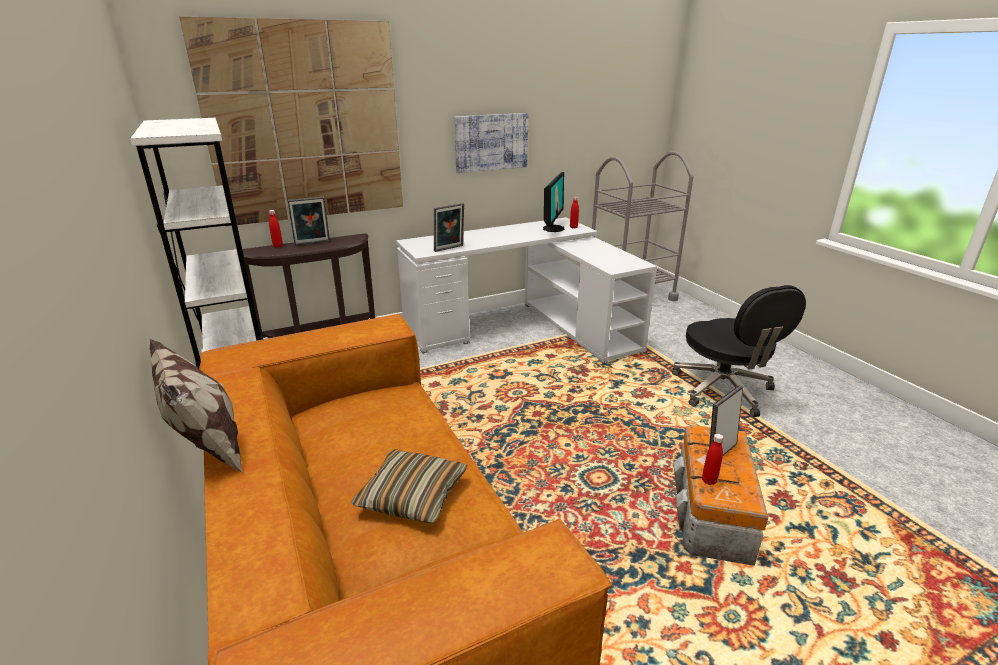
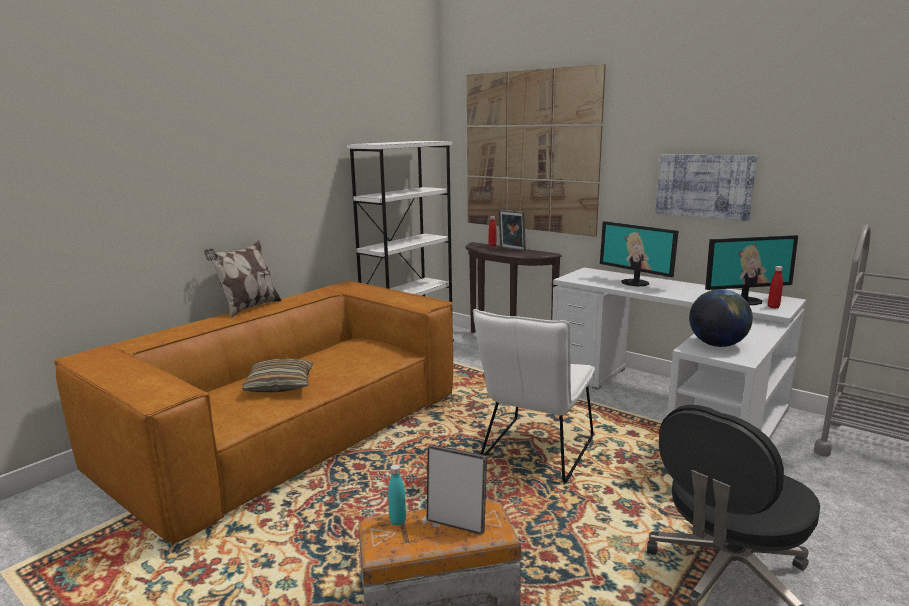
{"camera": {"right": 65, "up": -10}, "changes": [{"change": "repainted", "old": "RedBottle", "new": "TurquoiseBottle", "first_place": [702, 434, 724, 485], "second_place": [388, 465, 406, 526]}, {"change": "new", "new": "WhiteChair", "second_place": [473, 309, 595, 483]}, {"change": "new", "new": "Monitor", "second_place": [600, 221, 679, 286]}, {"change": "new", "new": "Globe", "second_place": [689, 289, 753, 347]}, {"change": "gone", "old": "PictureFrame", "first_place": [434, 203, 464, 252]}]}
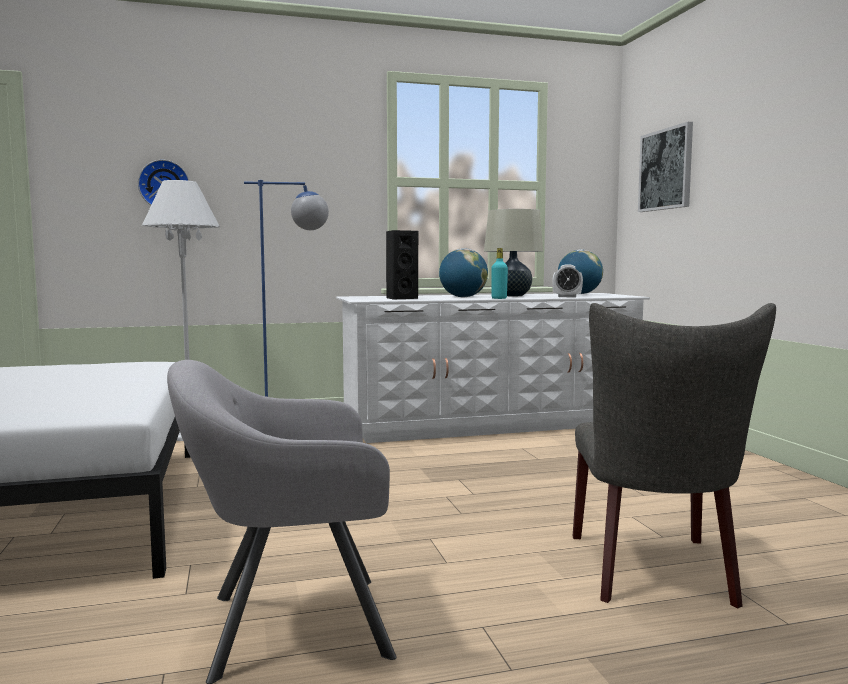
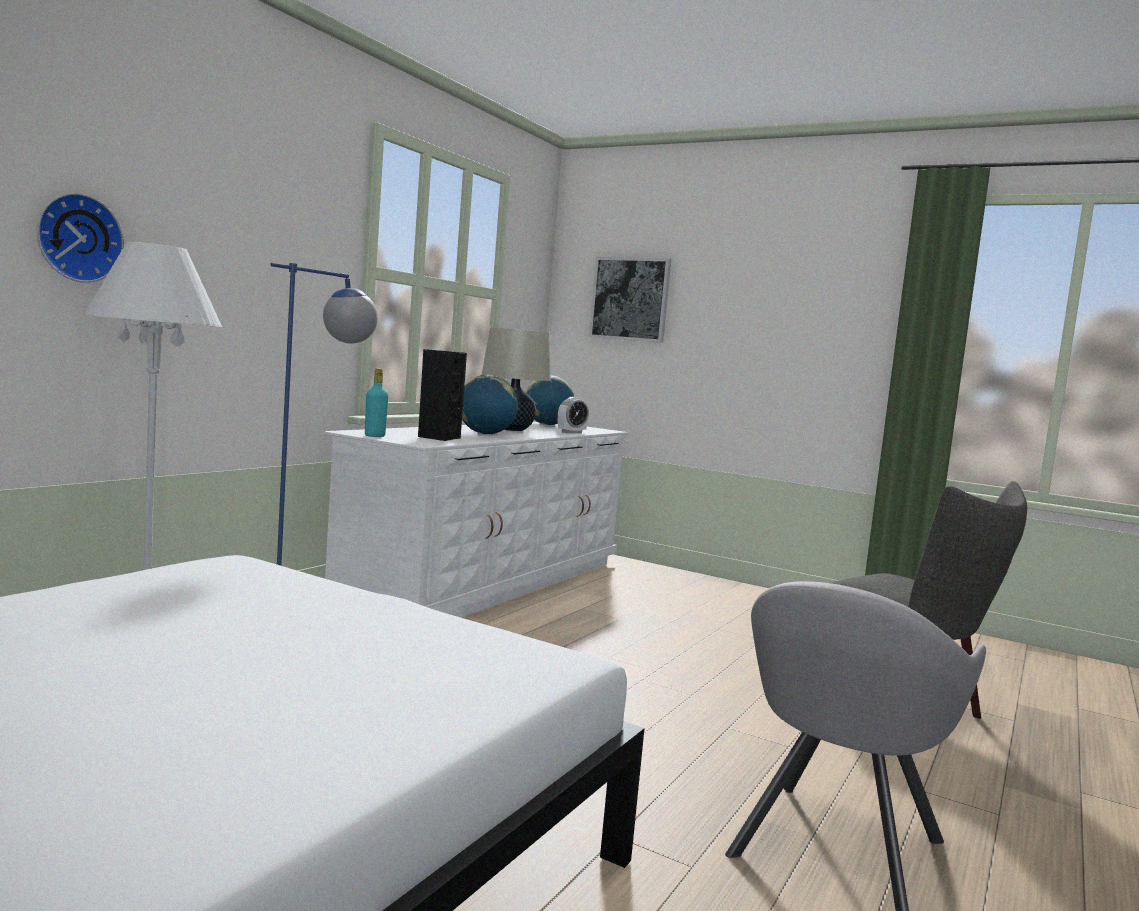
{"camera": {"right": -45, "up": 0}, "changes": [{"change": "shifted", "old": "TurquoiseBottle", "first_place": [491, 248, 508, 299], "second_place": [365, 368, 388, 437]}]}
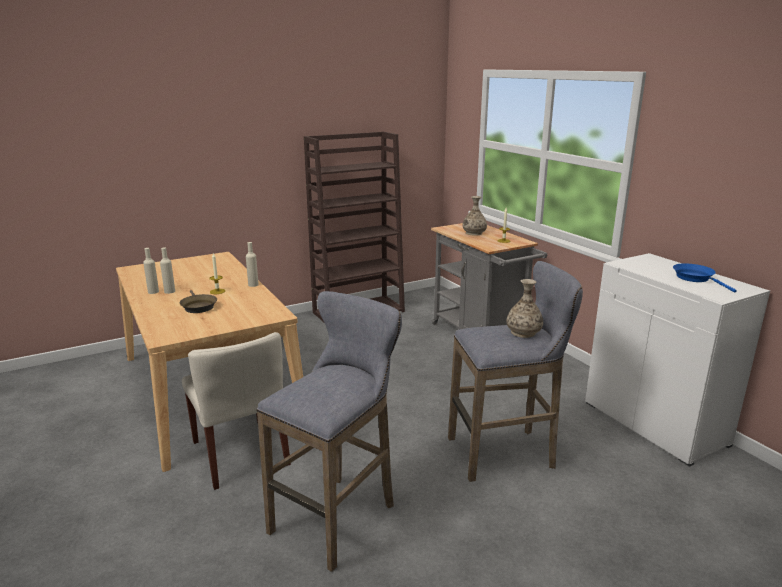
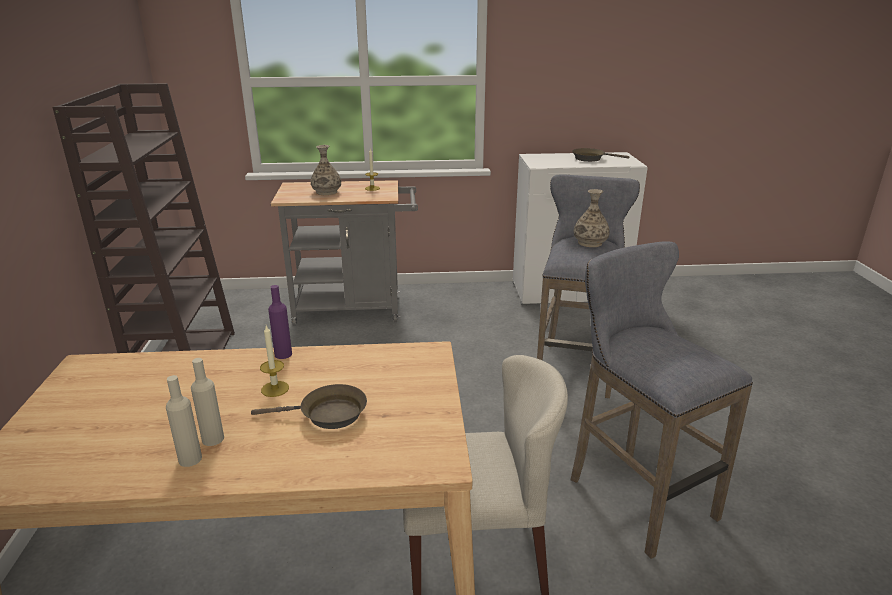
{"camera": {"right": -65, "up": 5}, "changes": [{"change": "repainted", "old": "BeigeBottle", "new": "PurpleBottle", "first_place": [246, 242, 259, 287], "second_place": [268, 285, 292, 359]}, {"change": "repainted", "old": "BlueFryingPan", "new": "BrownFryingPan", "first_place": [673, 263, 737, 293], "second_place": [572, 148, 629, 162]}]}
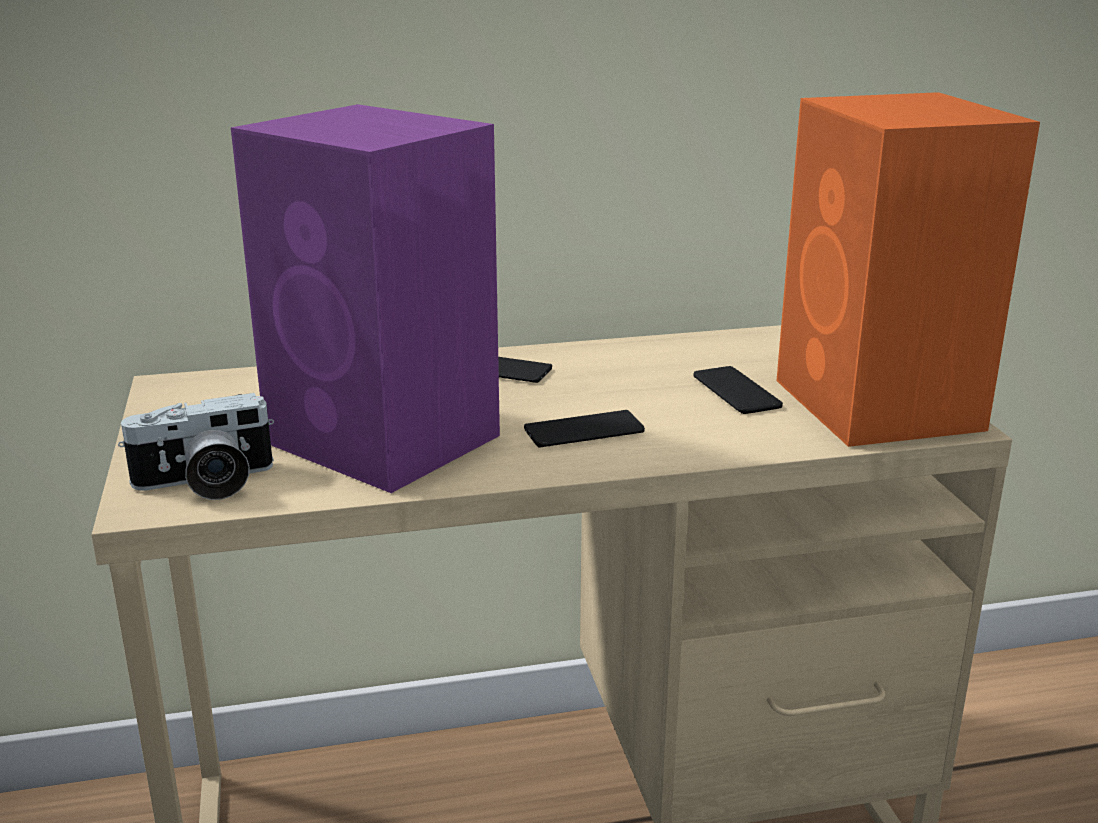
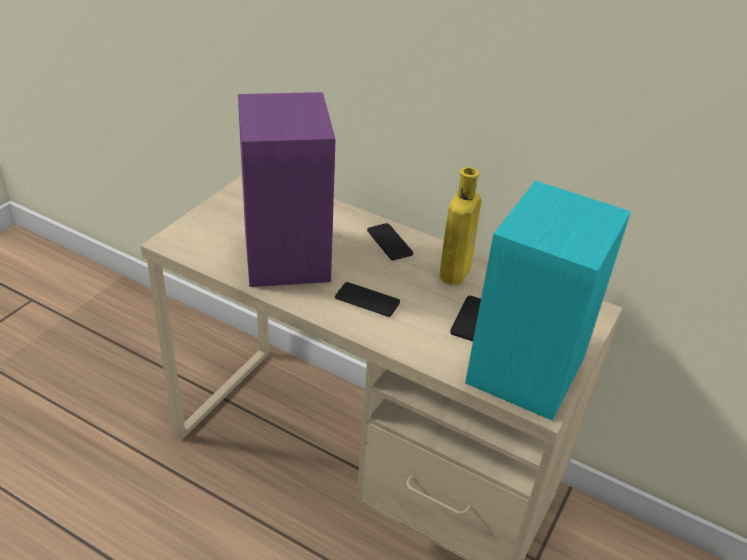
{"camera": {"right": 40, "up": 15}, "changes": [{"change": "new", "new": "YellowBottle", "second_place": [440, 167, 482, 285]}, {"change": "repainted", "old": "OrangeSpeaker", "new": "TurquoiseSpeaker", "first_place": [776, 92, 1040, 447], "second_place": [465, 181, 631, 421]}, {"change": "gone", "old": "PhotoCamera", "first_place": [118, 393, 274, 500]}]}
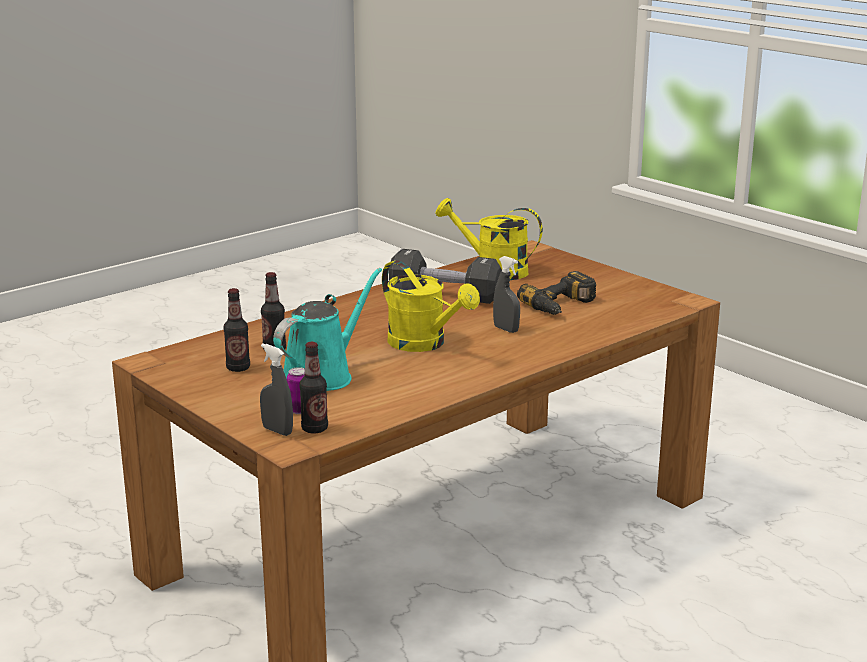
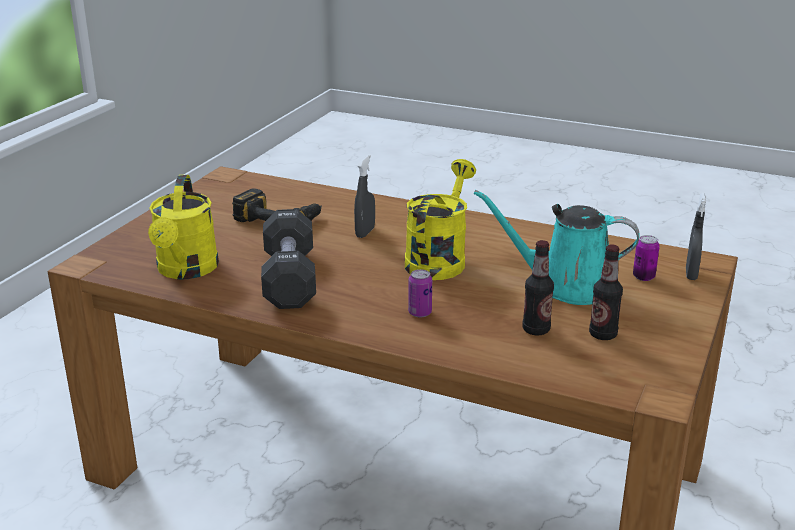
{"camera": {"right": -115, "up": 5}, "changes": [{"change": "new", "new": "Can", "second_place": [408, 269, 432, 318]}, {"change": "gone", "old": "Bottle", "first_place": [299, 342, 328, 433]}]}
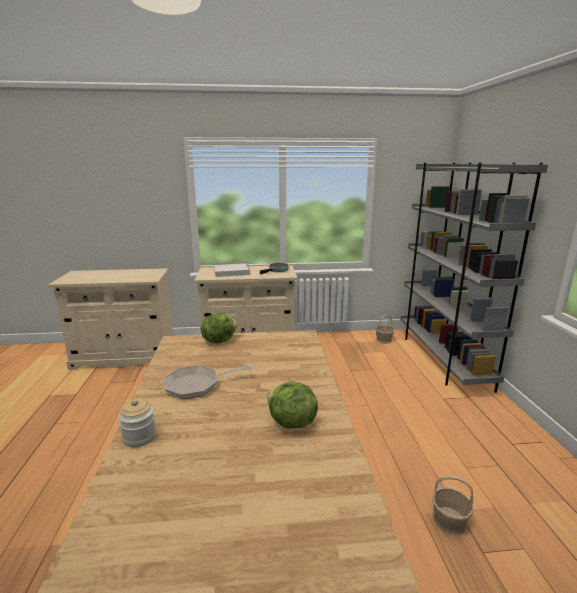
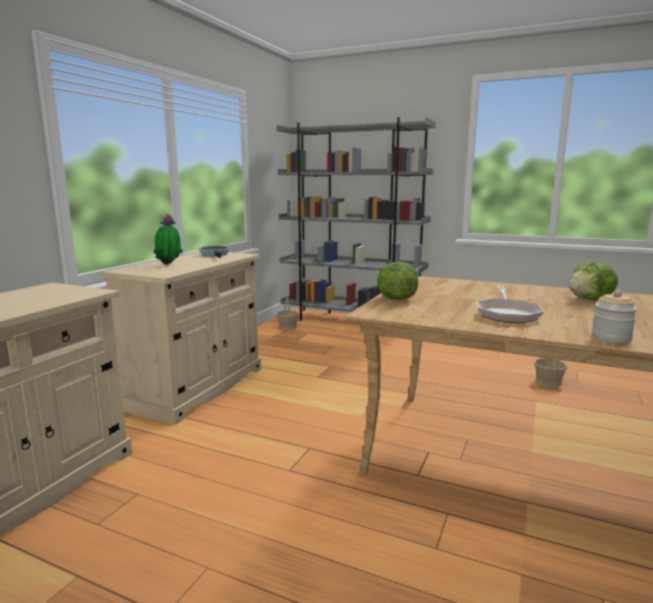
{"camera": {"right": -60, "up": -5}, "changes": [{"change": "swapped", "old": "WhiteTray", "new": "PottedPlant", "first_place": [214, 262, 250, 277], "second_place": [153, 214, 183, 265]}]}
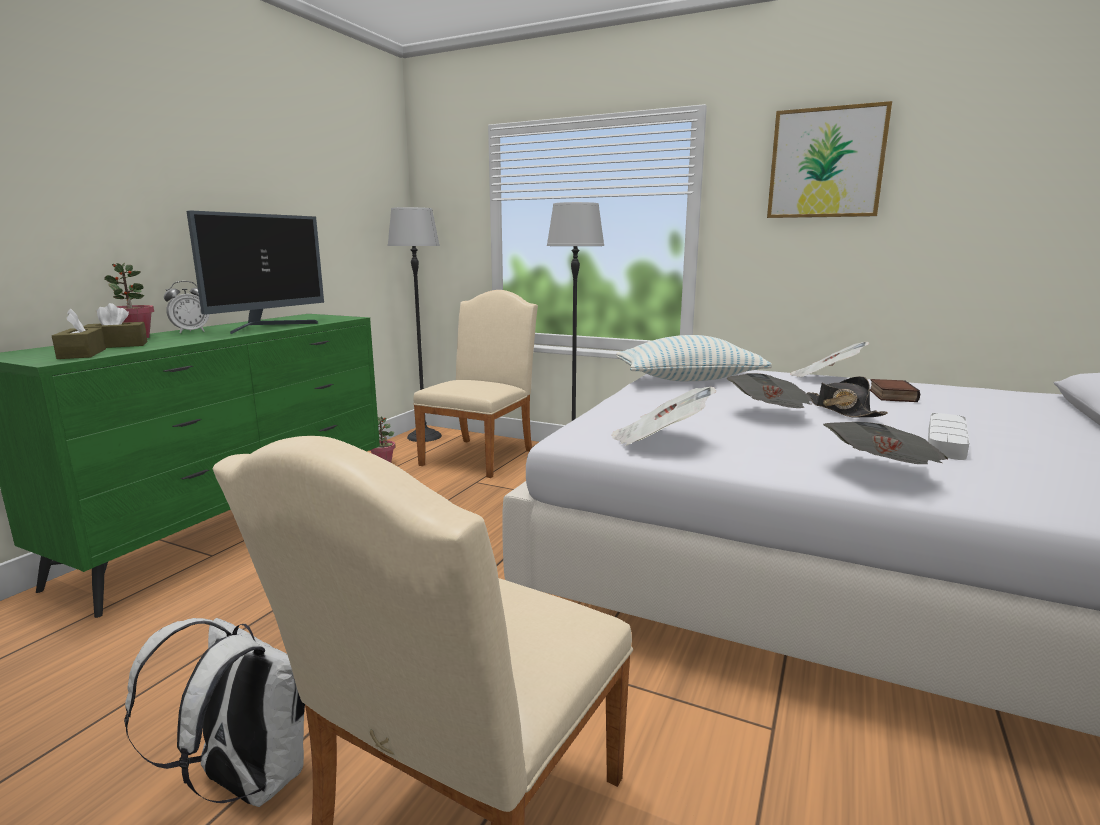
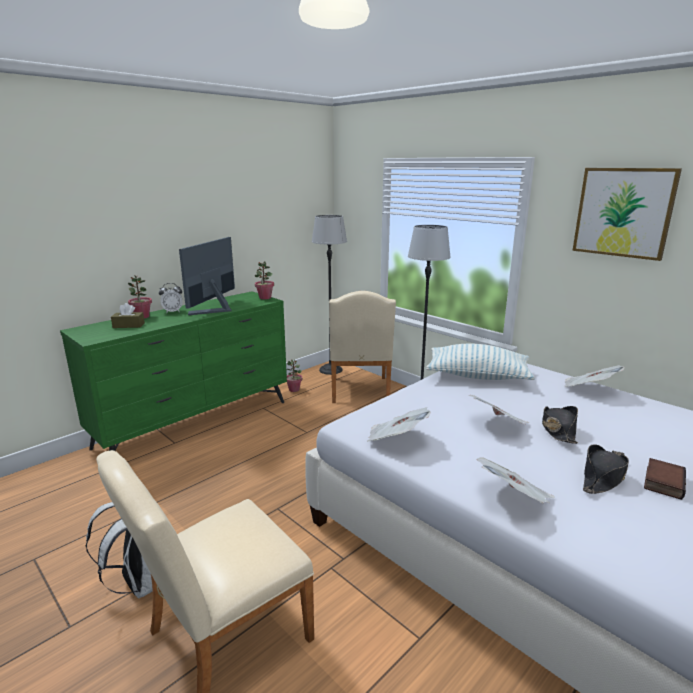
{"camera": {"right": 20, "up": 5}, "changes": [{"change": "rotated", "old": "Monitor", "first_place": [187, 210, 324, 334], "second_place": [179, 237, 235, 315], "degrees": 150}, {"change": "new", "new": "PottedPlant", "second_place": [255, 262, 274, 300]}, {"change": "rotated", "old": "BeigeChair", "first_place": [413, 290, 538, 478], "second_place": [329, 291, 396, 403], "degrees": 135}, {"change": "swapped", "old": "WhiteTray", "new": "BlackHat", "first_place": [928, 413, 970, 460], "second_place": [583, 444, 629, 494]}, {"change": "shifted", "old": "Book", "first_place": [870, 379, 920, 402], "second_place": [644, 458, 686, 500]}, {"change": "gone", "old": "BrownTissueBox", "first_place": [52, 309, 106, 359]}]}
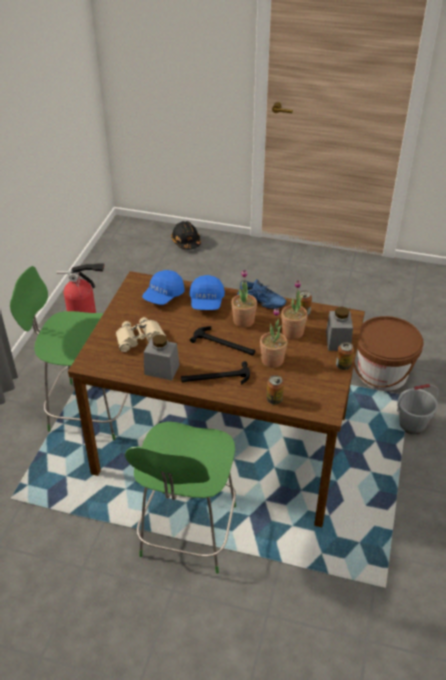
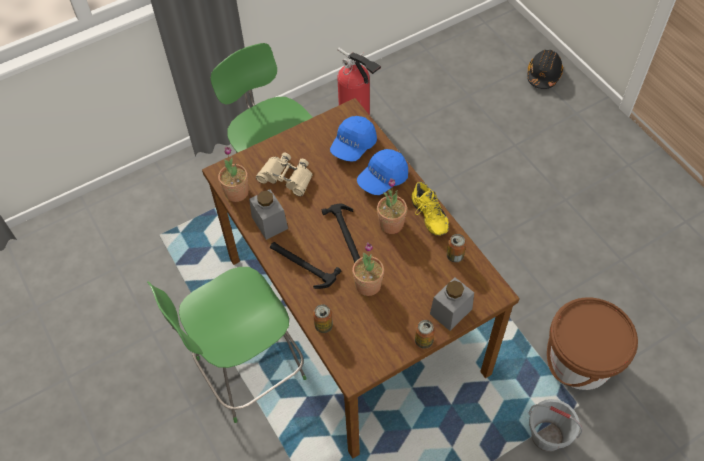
{"camera": {"right": 45, "up": 15}, "changes": [{"change": "shifted", "old": "PottedPlant", "first_place": [281, 280, 308, 339], "second_place": [218, 147, 249, 202]}, {"change": "rotated", "old": "BlueCap", "first_place": [142, 270, 185, 305], "second_place": [330, 116, 377, 162], "degrees": -45}, {"change": "repainted", "old": "BlueShoe", "new": "YellowShoe", "first_place": [237, 279, 286, 309], "second_place": [412, 181, 449, 236]}]}
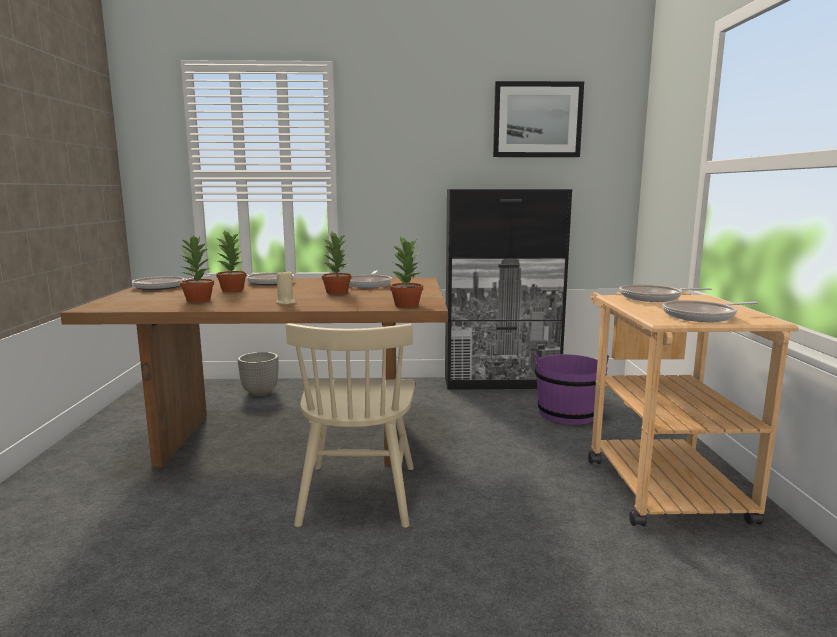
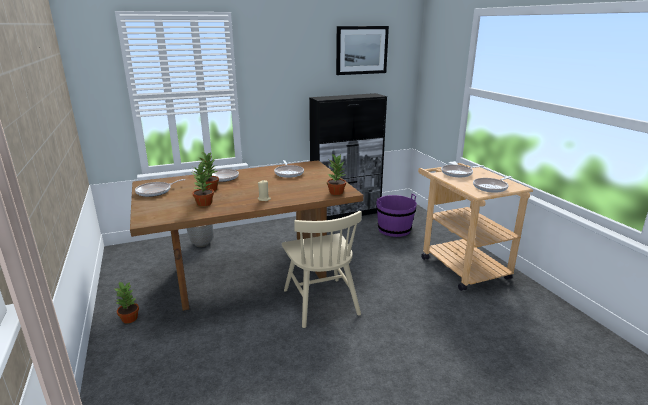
{"camera": {"right": -20, "up": 10}, "changes": [{"change": "shifted", "old": "PottedPlant", "first_place": [322, 232, 352, 295], "second_place": [115, 281, 139, 324]}]}
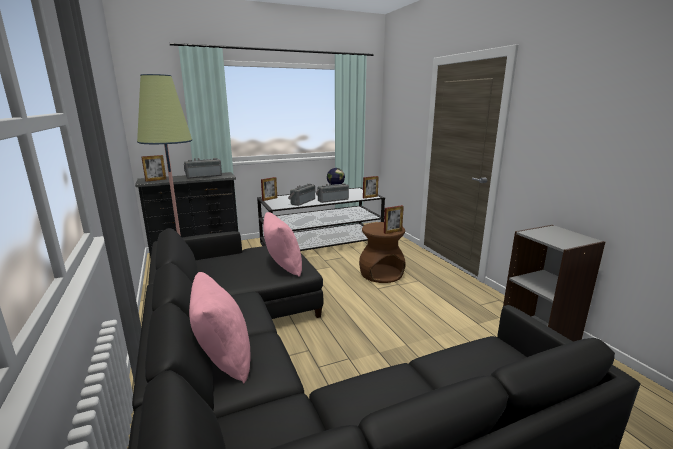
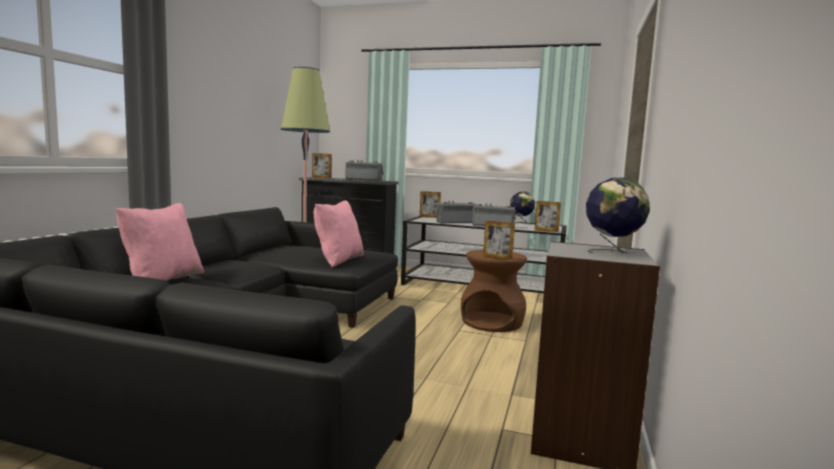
{"camera": {"right": 40, "up": -10}, "changes": [{"change": "new", "new": "Globe", "second_place": [586, 178, 650, 253]}]}
